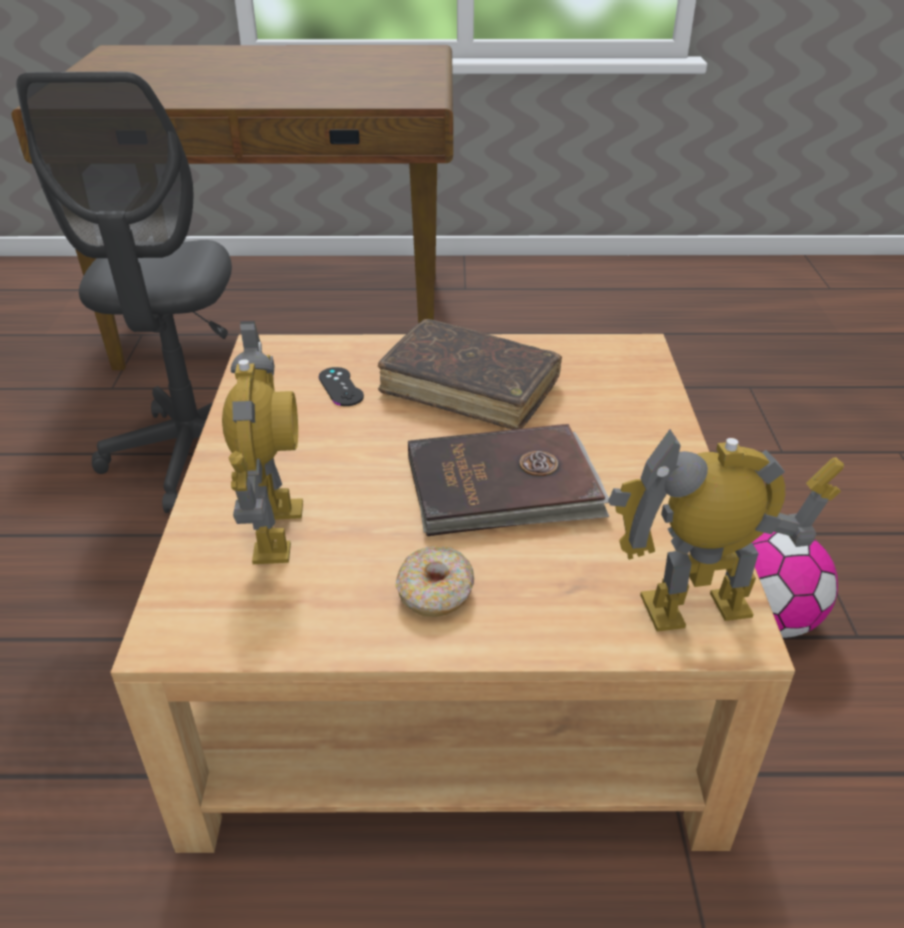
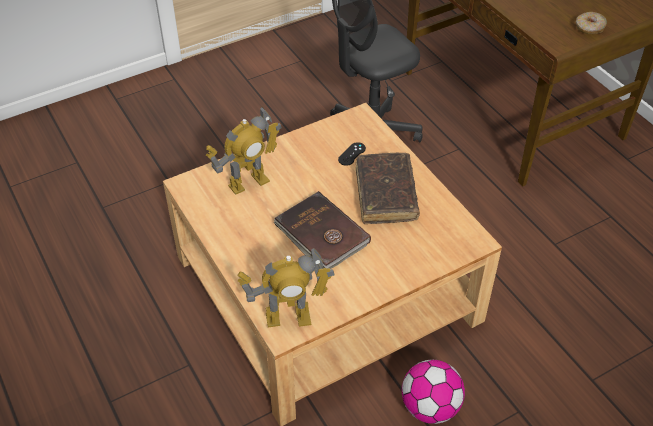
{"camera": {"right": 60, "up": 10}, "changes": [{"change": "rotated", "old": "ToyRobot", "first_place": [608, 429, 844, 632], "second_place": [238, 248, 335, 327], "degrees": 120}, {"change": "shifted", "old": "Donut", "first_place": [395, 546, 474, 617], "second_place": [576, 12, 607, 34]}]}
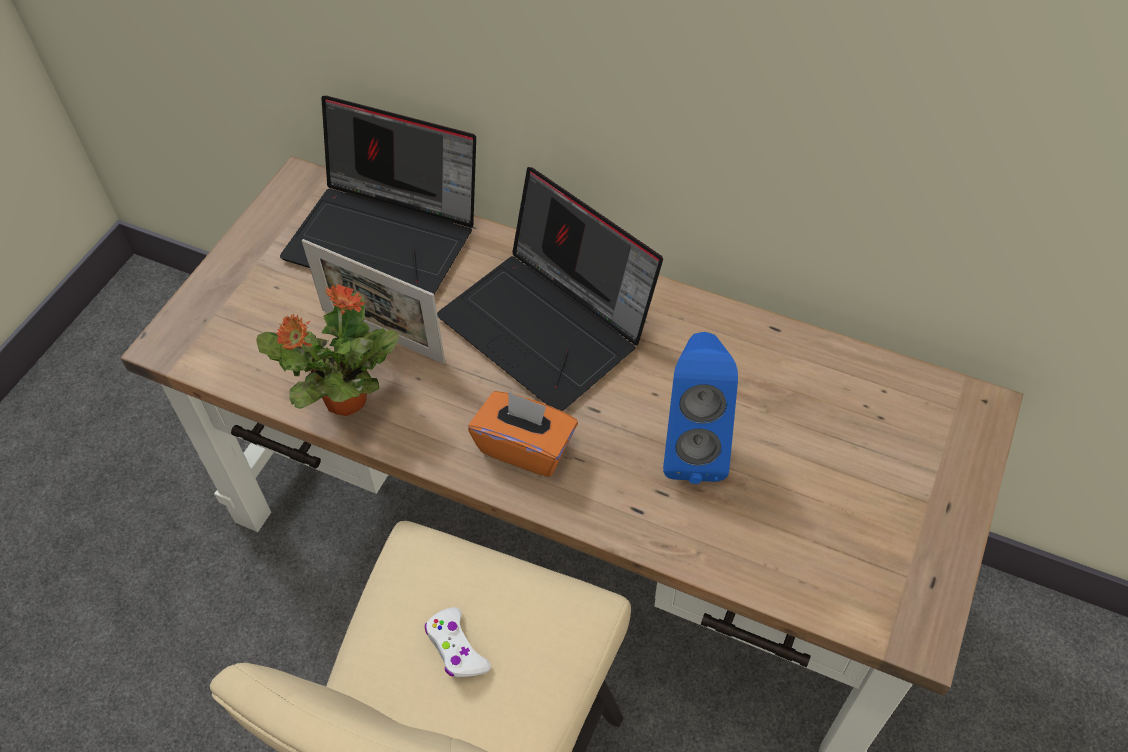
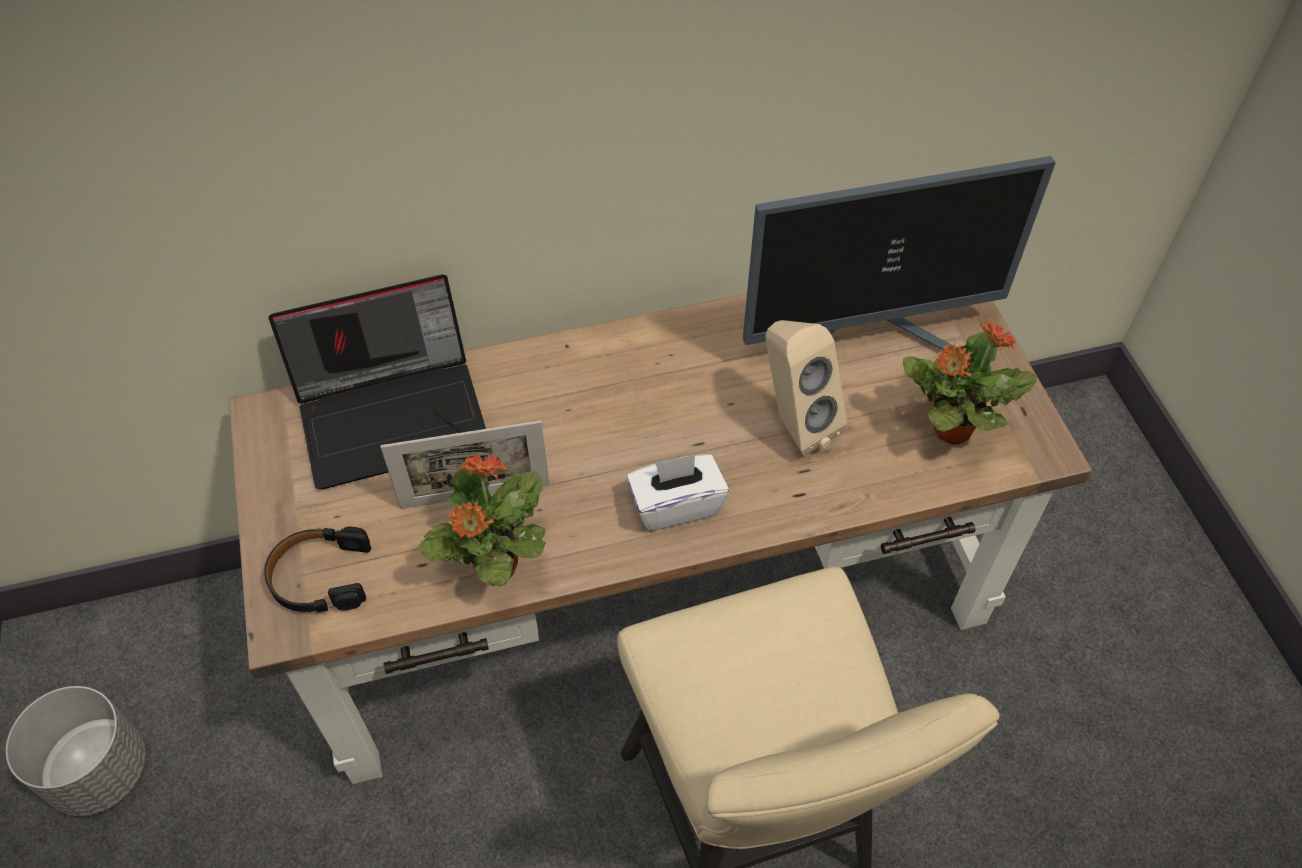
{"camera": {"right": -40, "up": 0}, "changes": [{"change": "new", "new": "GreyPlanter", "second_place": [6, 686, 146, 816]}, {"change": "new", "new": "BlackHeadphones", "second_place": [264, 526, 371, 613]}, {"change": "repainted", "old": "OrangeTissueBox", "new": "WhiteTissueBox", "first_place": [468, 391, 578, 477], "second_place": [627, 454, 729, 531]}, {"change": "new", "new": "Monitor", "second_place": [743, 156, 1055, 351]}, {"change": "repainted", "old": "BlueSpeaker", "new": "BeigeSpeaker", "first_place": [663, 332, 738, 484], "second_place": [765, 320, 847, 456]}, {"change": "new", "new": "PottedPlant", "second_place": [903, 321, 1037, 445]}, {"change": "gone", "old": "WhiteGameController", "first_place": [425, 607, 491, 677]}, {"change": "gone", "old": "Laptop", "first_place": [437, 167, 663, 411]}]}
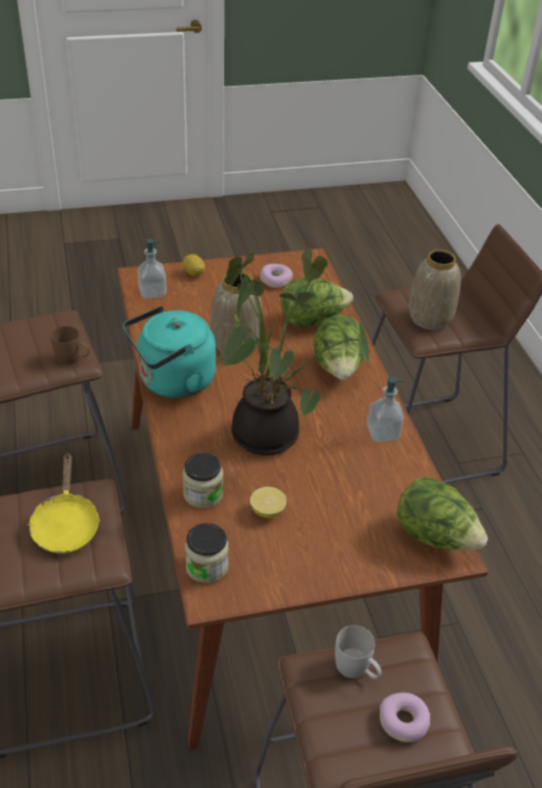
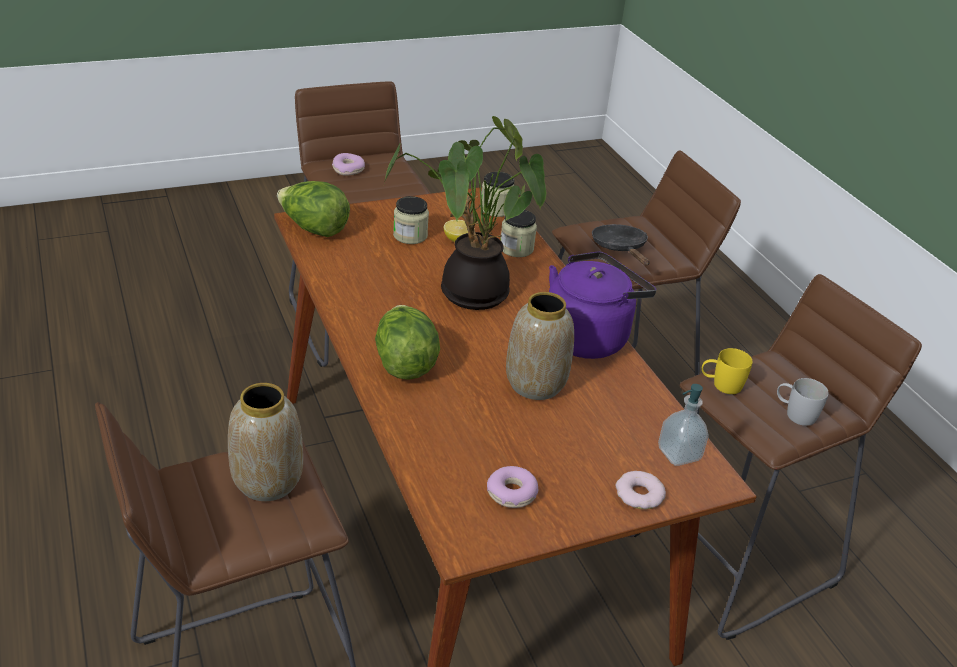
{"camera": {"right": 170, "up": -5}, "changes": [{"change": "new", "new": "Jar", "second_place": [393, 196, 429, 244]}, {"change": "repainted", "old": "TurquoiseKettle", "new": "PurpleKettle", "first_place": [123, 306, 216, 398], "second_place": [549, 251, 657, 359]}, {"change": "repainted", "old": "YellowFryingPan", "new": "BlackFryingPan", "first_place": [28, 453, 100, 554], "second_place": [592, 224, 650, 265]}, {"change": "swapped", "old": "Lemon", "new": "Donut", "first_place": [183, 254, 205, 276], "second_place": [615, 471, 666, 509]}, {"change": "repainted", "old": "BrownMug", "new": "YellowMug", "first_place": [51, 326, 90, 365], "second_place": [702, 348, 753, 394]}, {"change": "shifted", "old": "WhiteMug", "first_place": [335, 625, 382, 679], "second_place": [777, 378, 829, 426]}, {"change": "gone", "old": "Lettuce", "first_place": [281, 277, 353, 327]}, {"change": "gone", "old": "SoapDispenser", "first_place": [367, 377, 404, 442]}]}
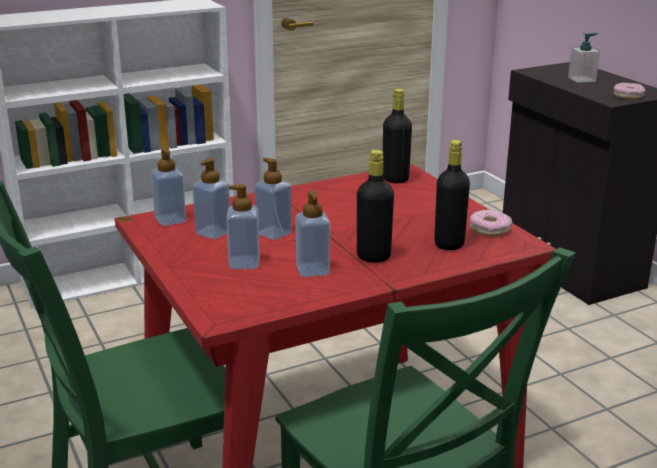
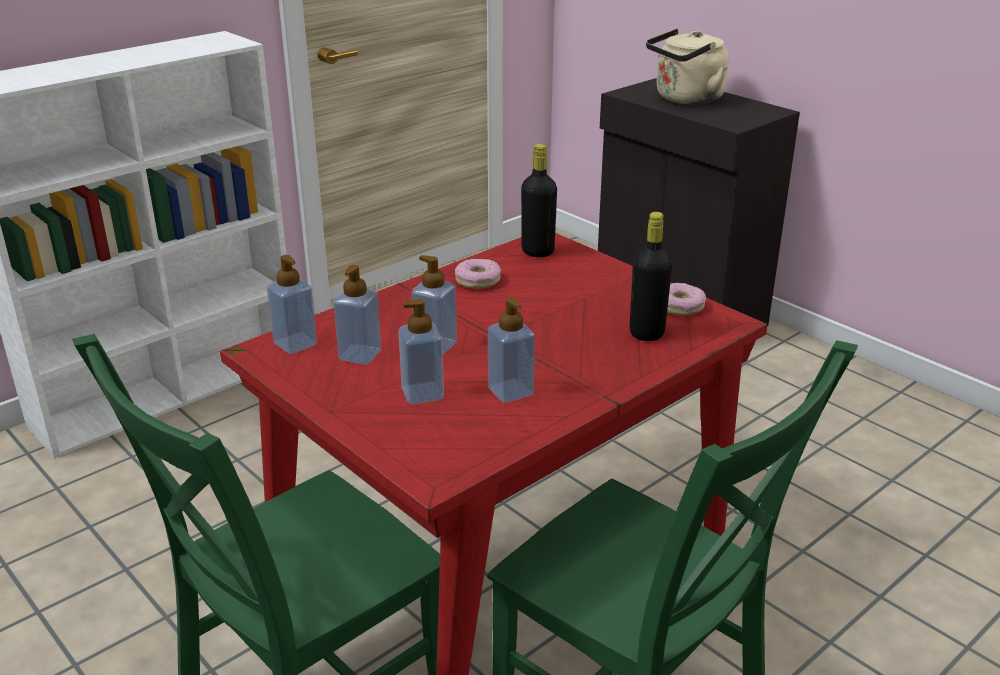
{"camera": {"right": -15, "up": 5}, "changes": [{"change": "shifted", "old": "Donut", "first_place": [613, 83, 645, 99], "second_place": [455, 259, 501, 289]}, {"change": "swapped", "old": "SoapDispenser", "new": "BeigeKettle", "first_place": [568, 33, 600, 83], "second_place": [646, 29, 729, 105]}, {"change": "gone", "old": "BlackBottle", "first_place": [357, 150, 394, 263]}]}
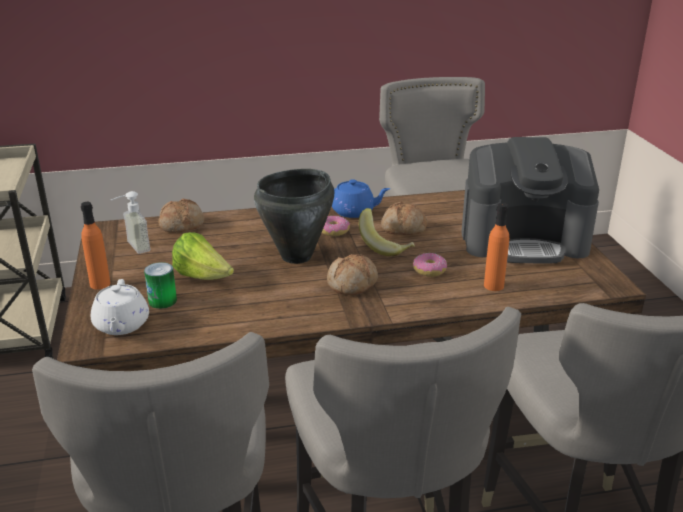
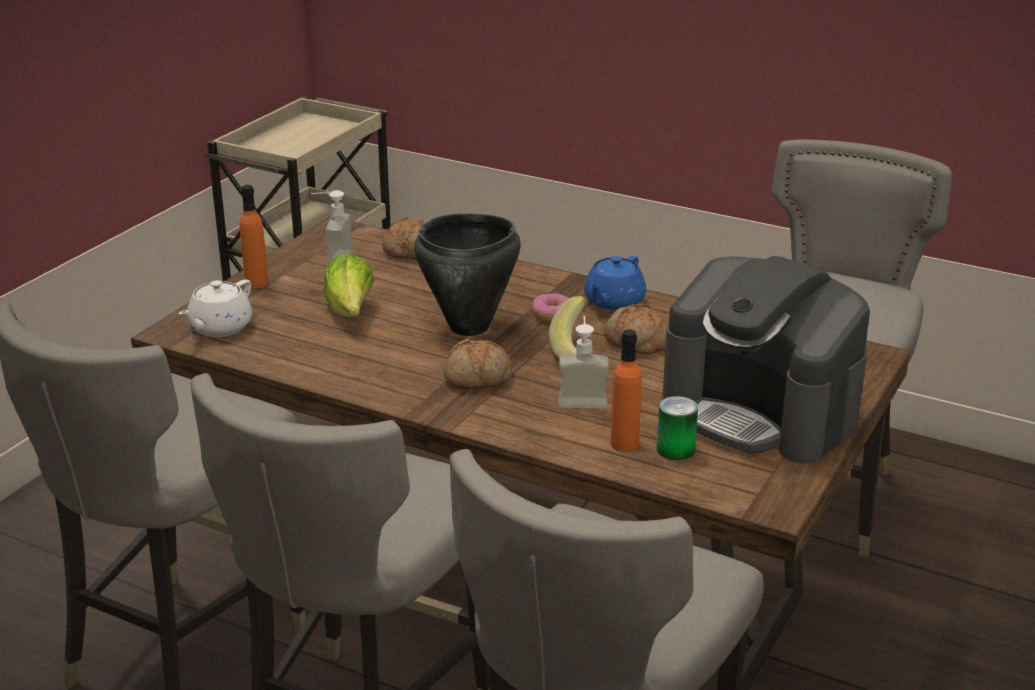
{"camera": {"right": 40, "up": 0}, "changes": [{"change": "swapped", "old": "Donut", "new": "SoapDispenser", "first_place": [413, 253, 447, 277], "second_place": [559, 315, 609, 408]}, {"change": "rotated", "old": "BlueTeapot", "first_place": [332, 179, 391, 218], "second_place": [584, 256, 646, 311], "degrees": 75}, {"change": "shifted", "old": "Can", "first_place": [144, 262, 177, 309], "second_place": [657, 396, 698, 460]}]}
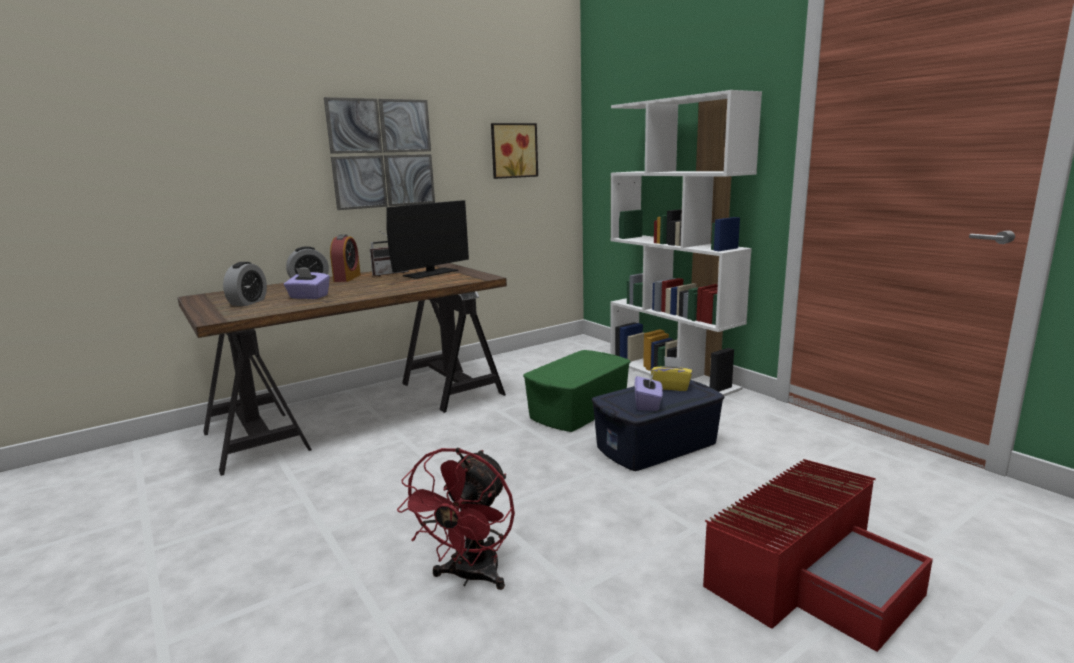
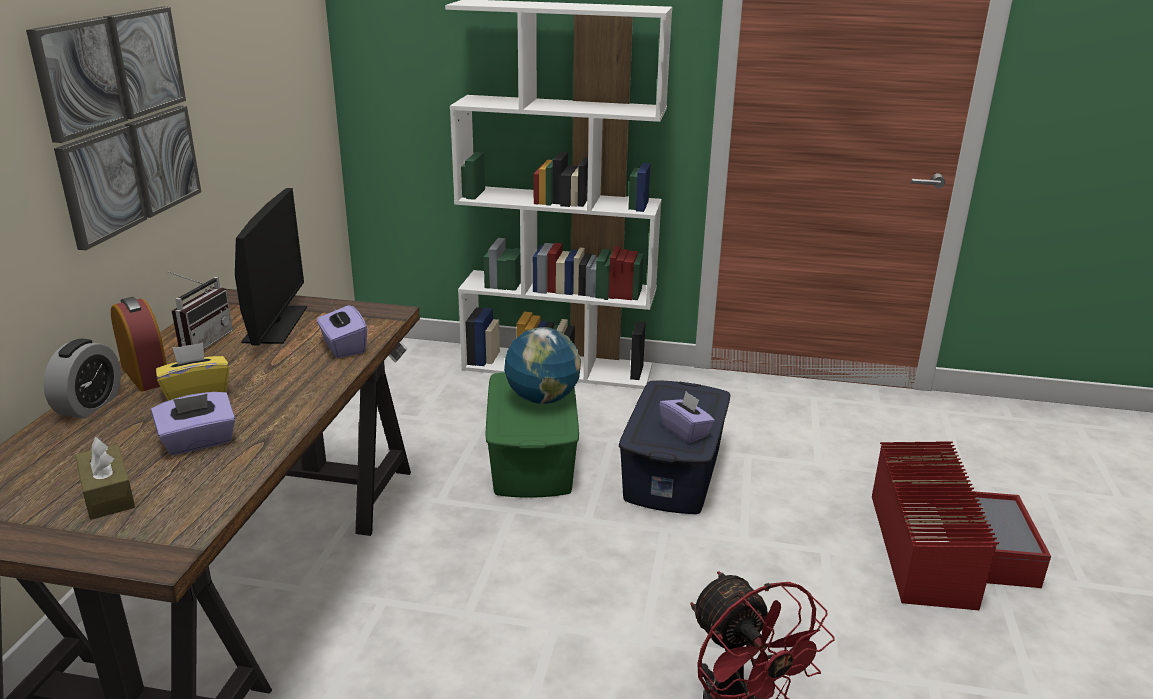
{"camera": {"right": -45, "up": 10}, "changes": [{"change": "swapped", "old": "AlarmClock", "new": "BrownTissueBox", "first_place": [223, 262, 267, 306], "second_place": [75, 437, 135, 520]}, {"change": "shifted", "old": "YellowTissueBox", "first_place": [651, 356, 692, 391], "second_place": [156, 342, 229, 401]}, {"change": "new", "new": "PurpleTissueBox", "second_place": [317, 303, 367, 358]}, {"change": "new", "new": "Globe", "second_place": [504, 327, 581, 404]}, {"change": "gone", "old": "Picture", "first_place": [491, 123, 538, 179]}]}
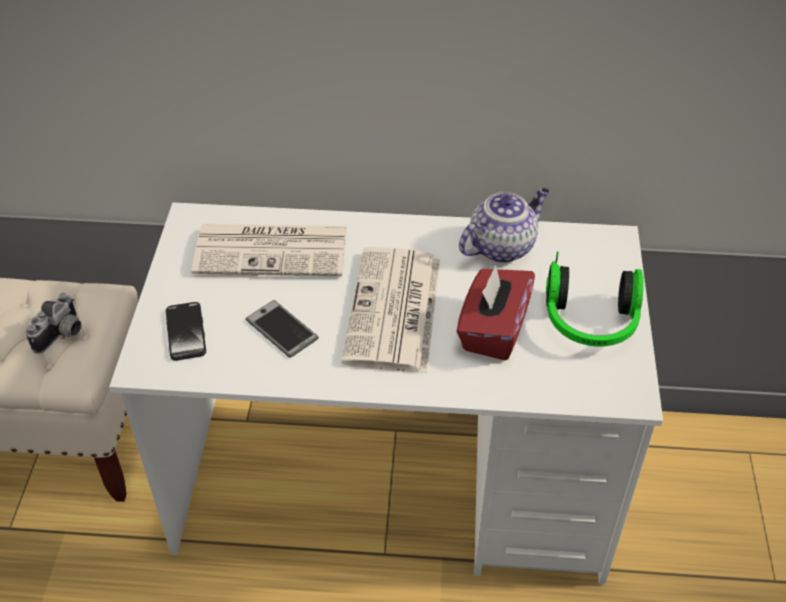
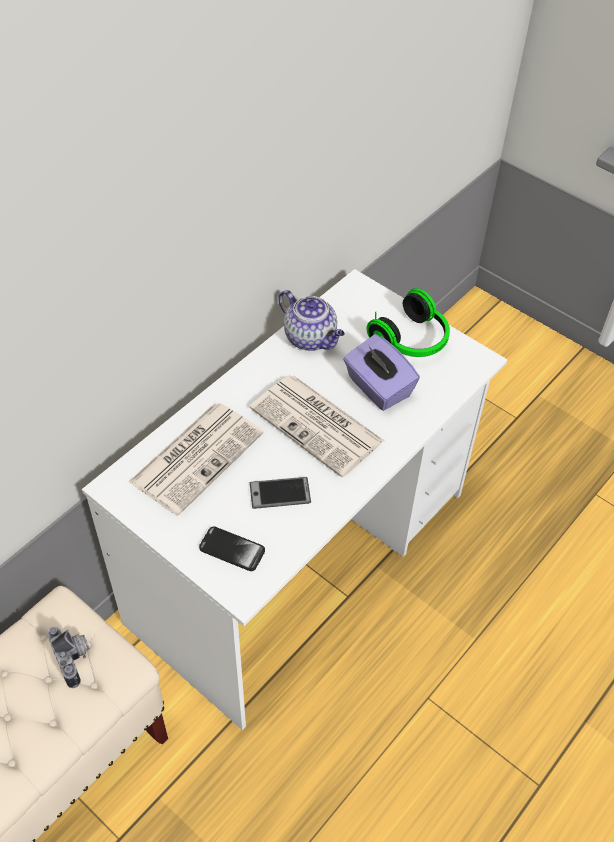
{"camera": {"right": -55, "up": 5}, "changes": [{"change": "rotated", "old": "Teapot", "first_place": [459, 188, 549, 263], "second_place": [278, 290, 345, 351], "degrees": 135}, {"change": "repainted", "old": "RedTissueBox", "new": "PurpleTissueBox", "first_place": [457, 265, 535, 360], "second_place": [343, 334, 420, 411]}]}
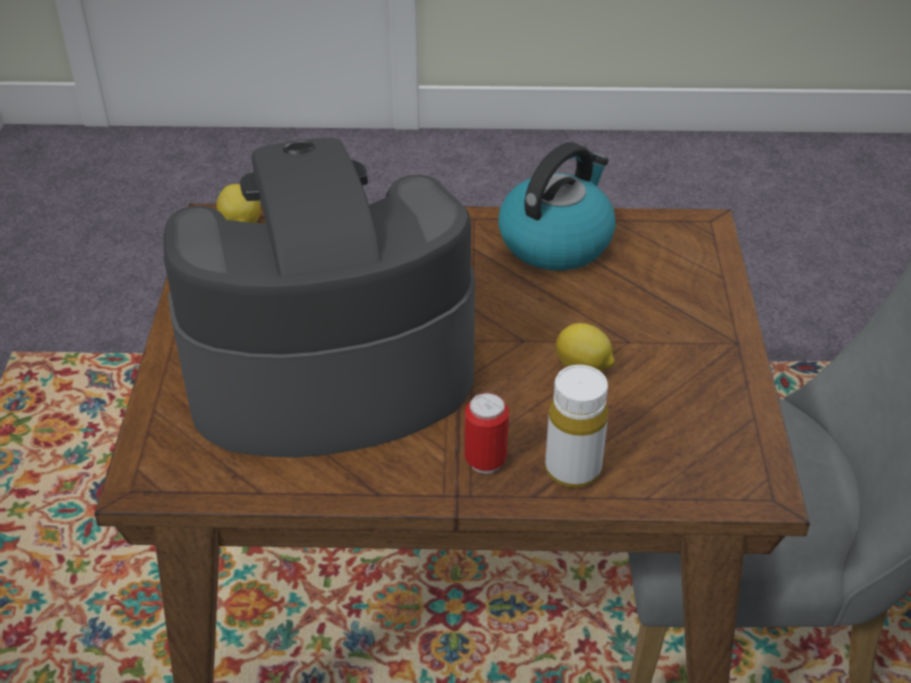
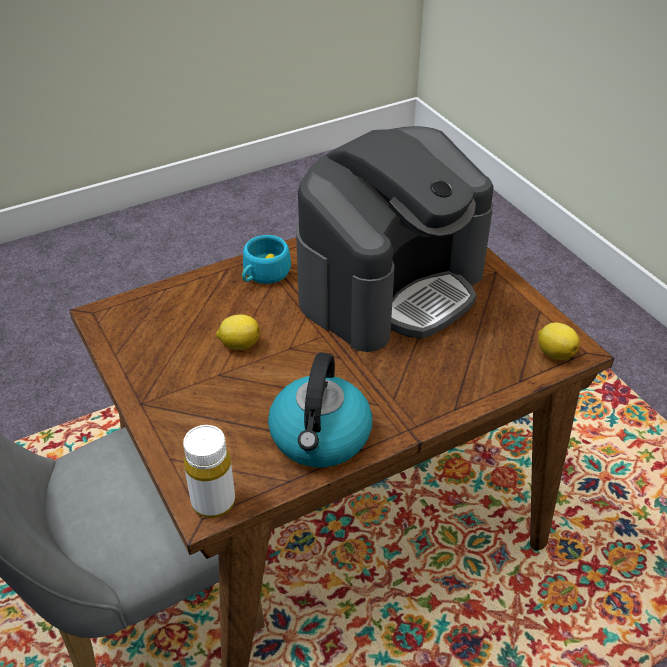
{"camera": {"right": 150, "up": 0}, "changes": [{"change": "shifted", "old": "WhiteBottle", "first_place": [545, 365, 608, 488], "second_place": [183, 425, 235, 518]}, {"change": "swapped", "old": "Can", "new": "TurquoiseCup", "first_place": [465, 392, 509, 473], "second_place": [242, 235, 291, 284]}]}
